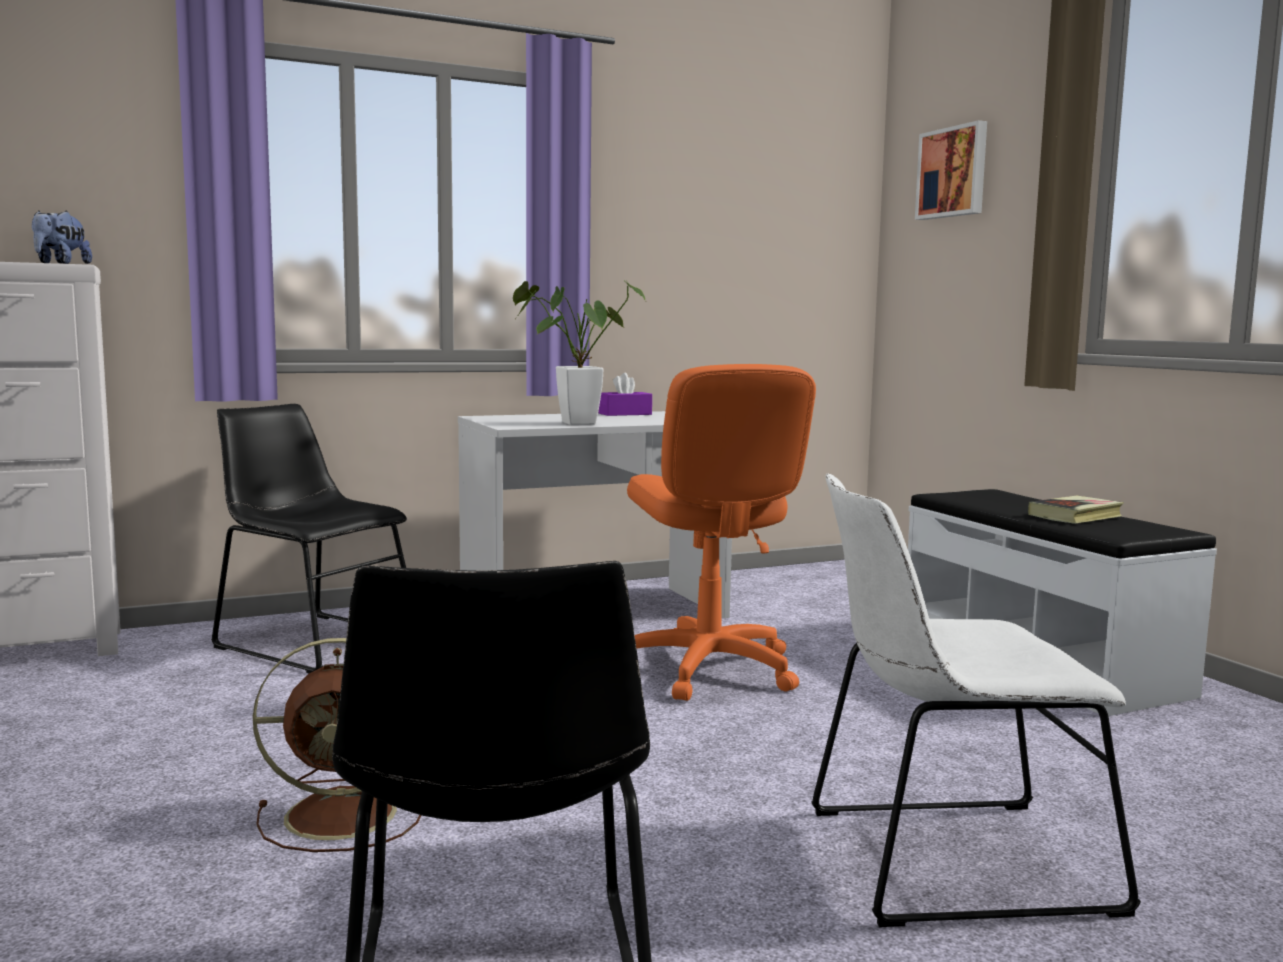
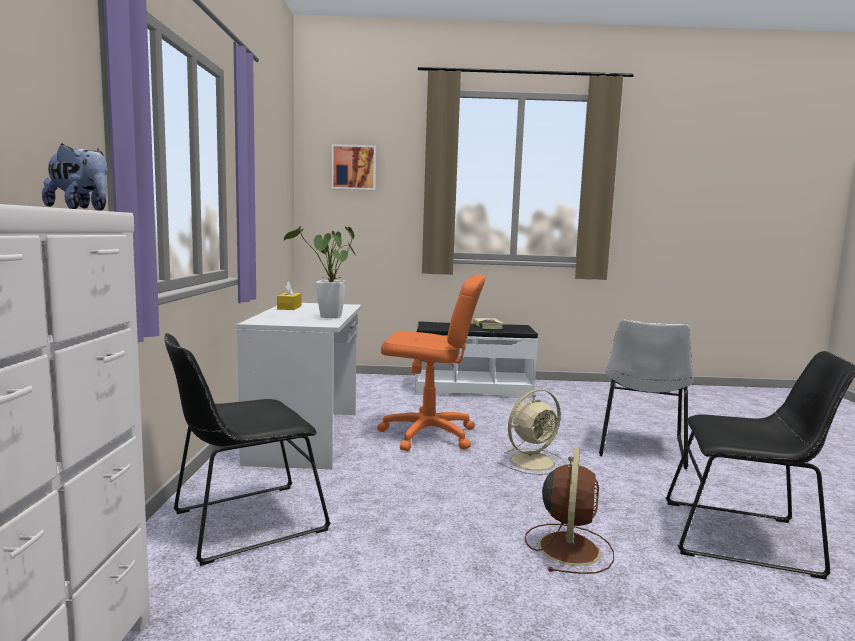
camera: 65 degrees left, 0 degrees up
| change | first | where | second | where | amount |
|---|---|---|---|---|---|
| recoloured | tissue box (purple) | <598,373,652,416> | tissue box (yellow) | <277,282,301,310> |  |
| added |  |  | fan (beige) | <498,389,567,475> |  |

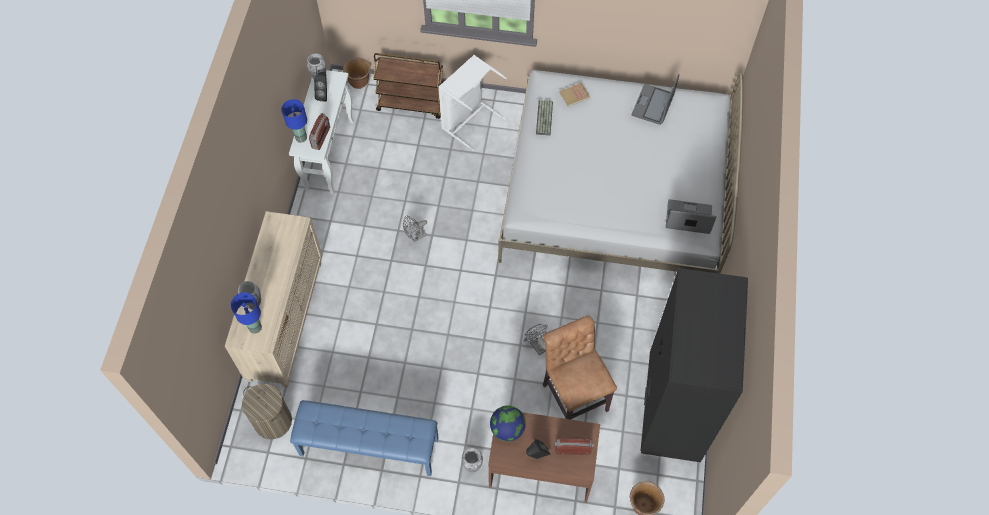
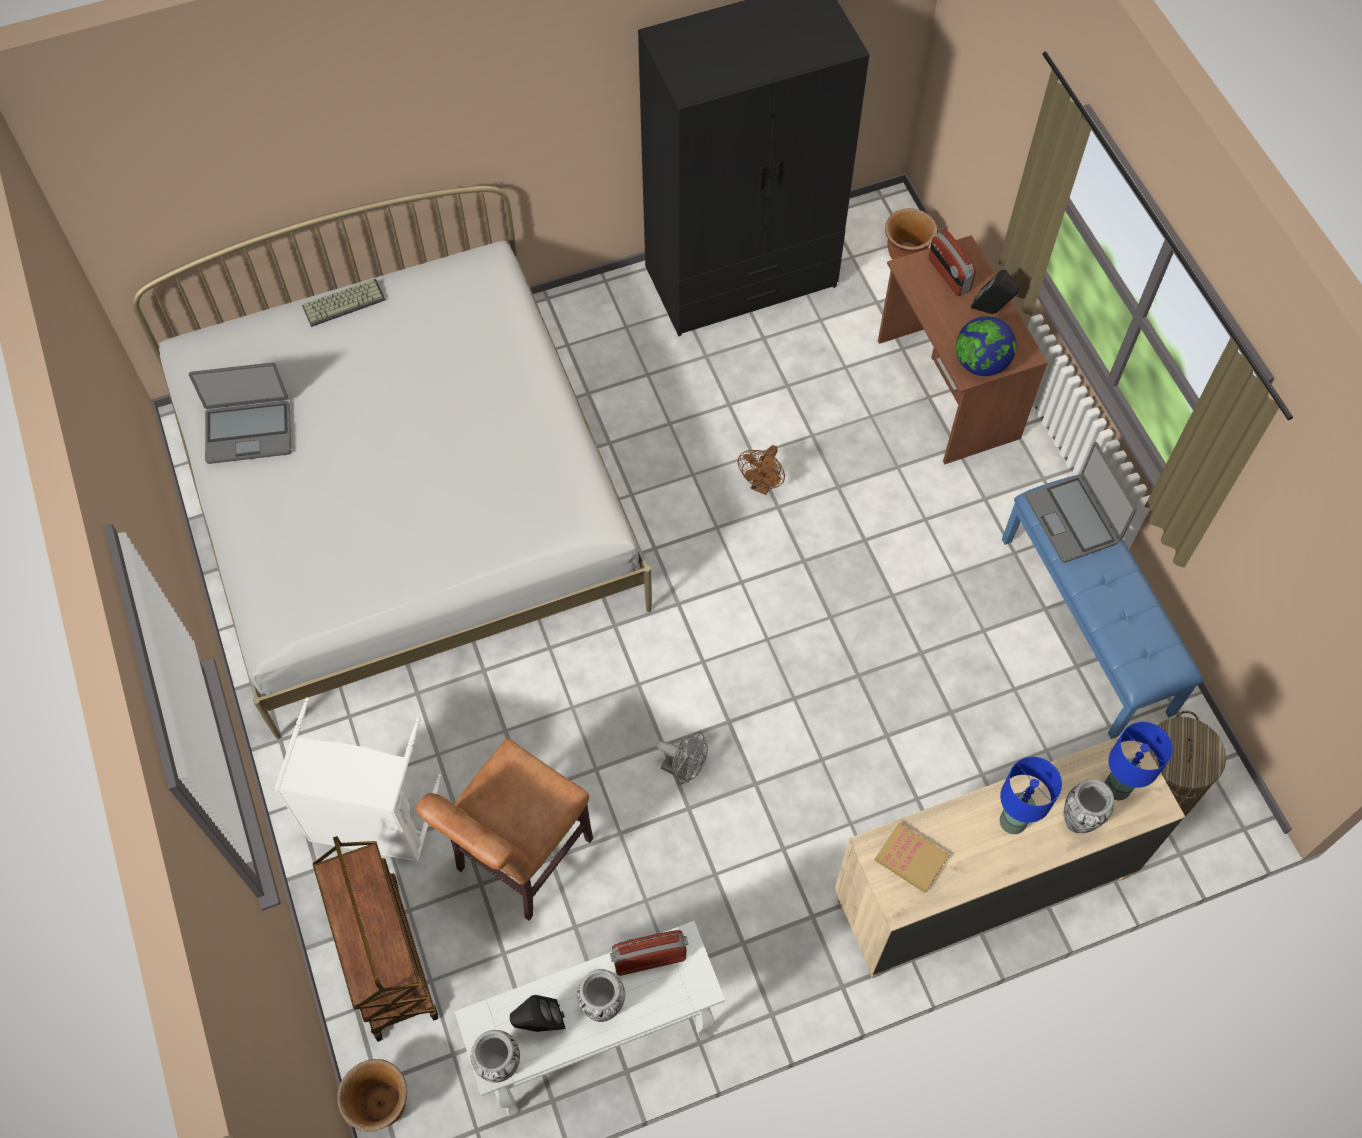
camera: 120 degrees left, 0 degrees up
| change | first | where | second | where | amount |
|---|---|---|---|---|---|
| moved | keyboard | <536,100,553,135> |  | <302,279,386,327> |  |
| moved | chair (brown) | <543,316,617,420> |  | <416,738,593,921> |  |
| moved | vase | <462,448,483,472> |  | <577,969,625,1022> |  |
| recoloured | fan (grey) | <524,324,548,355> | fan (brown) | <738,445,785,495> |  |
| moved | book | <559,83,590,107> |  | <875,823,949,893> |  |
| moved | table lamp (blue) | <282,99,307,143> |  | <1000,757,1062,834> |  |
| moved | laptop | <666,199,716,234> |  | <1025,442,1137,563> |  |

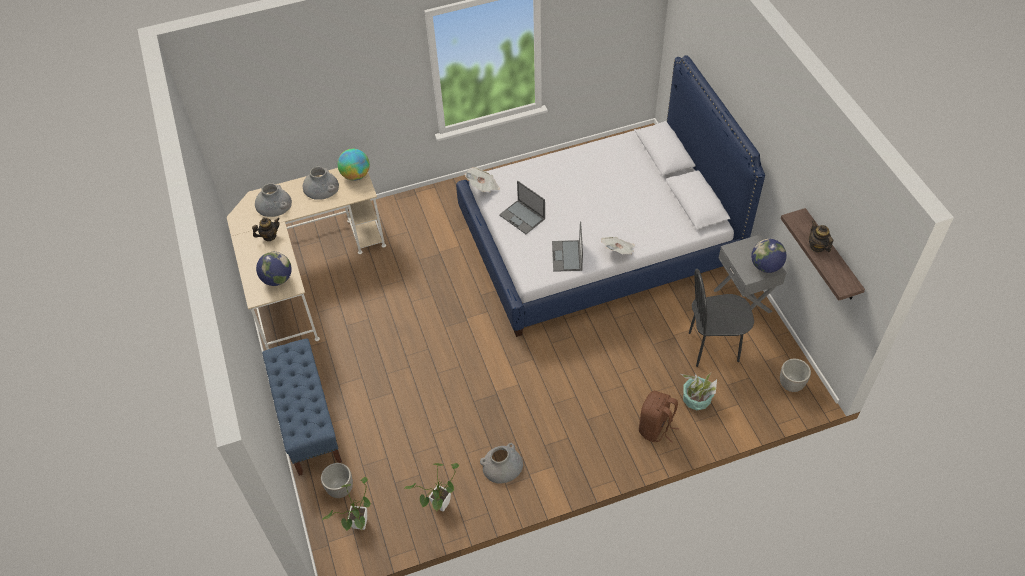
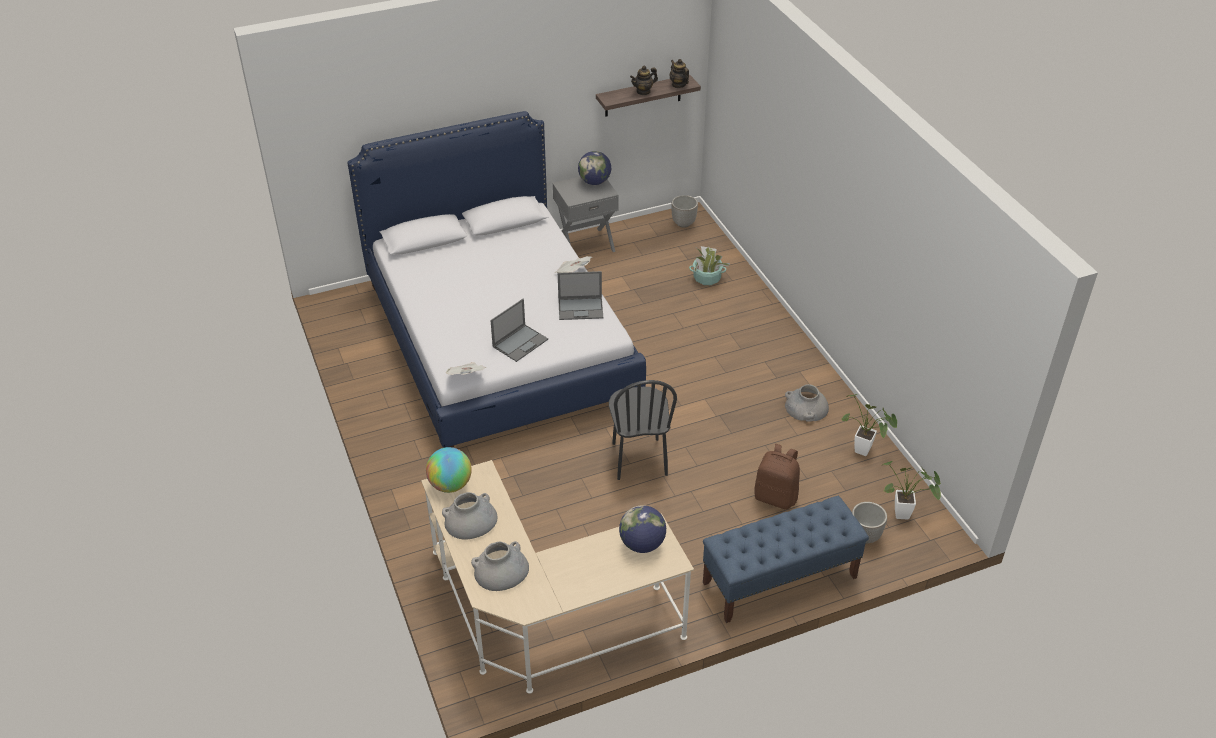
camera: 95 degrees left, 10 degrees down
| change | first | where | second | where | amount |
|---|---|---|---|---|---|
| moved | chair (black) | <689,269,754,367> |  | <609,380,677,480> |  |
| moved | teapot | <252,218,280,241> |  | <670,59,689,88> |  |
| moved | backpack (brown) | <639,391,679,443> |  | <754,444,800,510> |  |

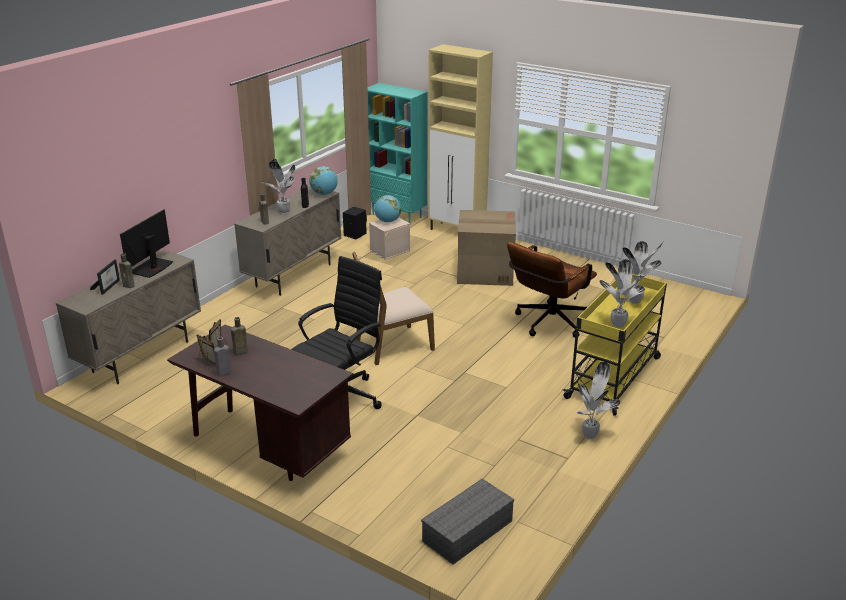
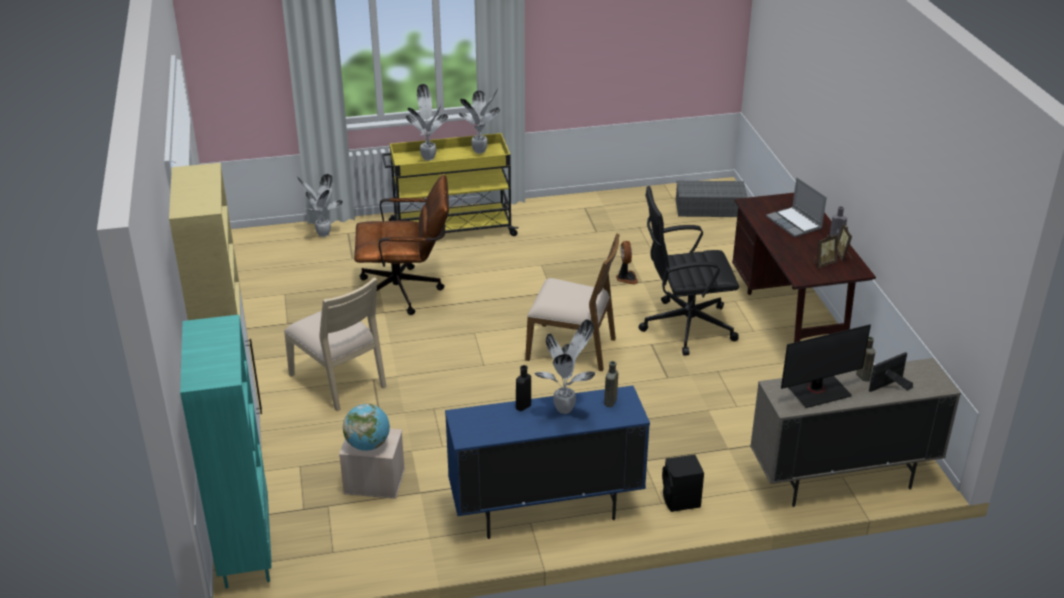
camera: 135 degrees left, 5 degrees up
| change | first | where | second | where | amount |
|---|---|---|---|---|---|
| replaced | cardboard box | <457,210,516,286> | chair (beige) | <284,278,386,411> |  |
| moved | potted plant | <577,362,620,439> |  | <297,174,343,237> |  |
| recoloured | cabinet (beige) | <234,186,341,296> | cabinet (blue) | <445,386,650,539> |  |
| added |  |  | fan | <616,241,638,284> |  |
| moved | speaker (black) | <343,207,367,240> |  | <662,455,704,512> |  |
| added |  |  | laptop | <766,177,827,237> |  |
| removed | bottle (brown) | <231,317,248,355> |  |  |  |
| removed | globe | <309,166,338,195> |  |  |  |

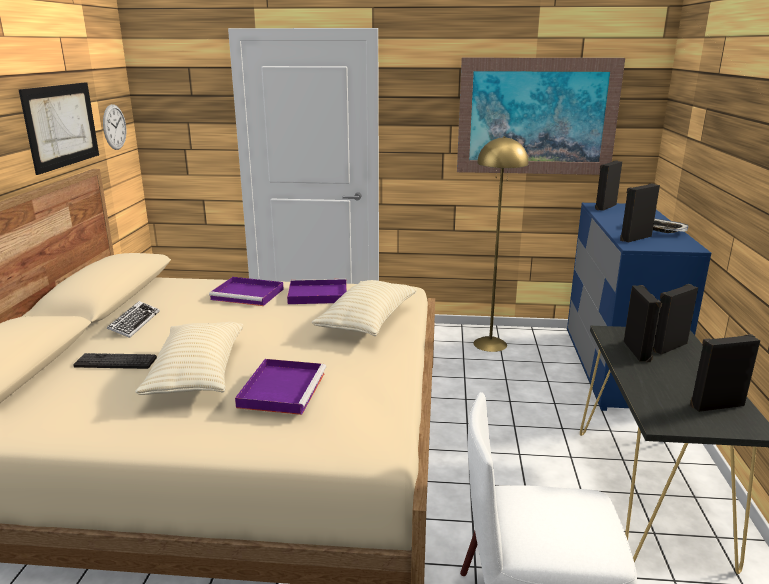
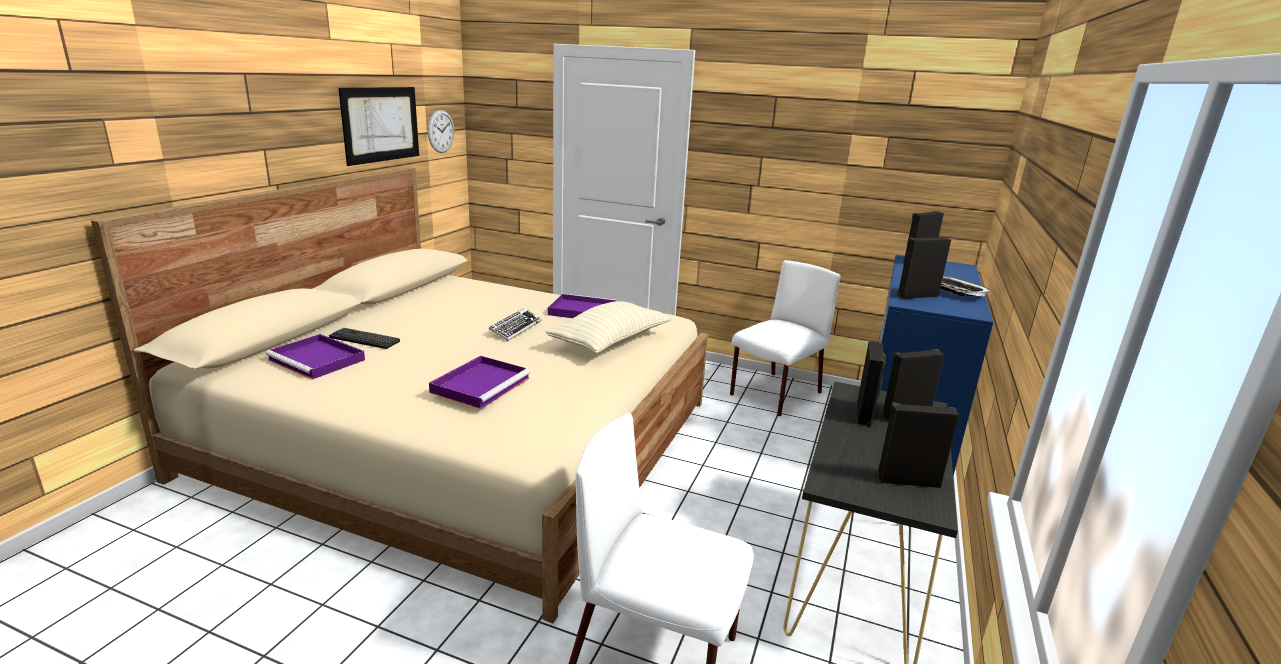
camera: 15 degrees right, 0 degrees up
| change | first | where | second | where | amount |
|---|---|---|---|---|---|
| moved | tray (purple) | <209,277,284,306> |  | <265,334,365,380> |  |
| moved | keyboard | <107,301,160,338> |  | <489,308,542,341> |  |
| replaced | floor lamp (yellow) | <474,136,528,352> | chair (white) | <730,260,841,417> |  |
| removed | pillow (beige) | <135,322,243,395> |  |  |  |
| removed | picture | <457,58,625,175> |  |  |  |

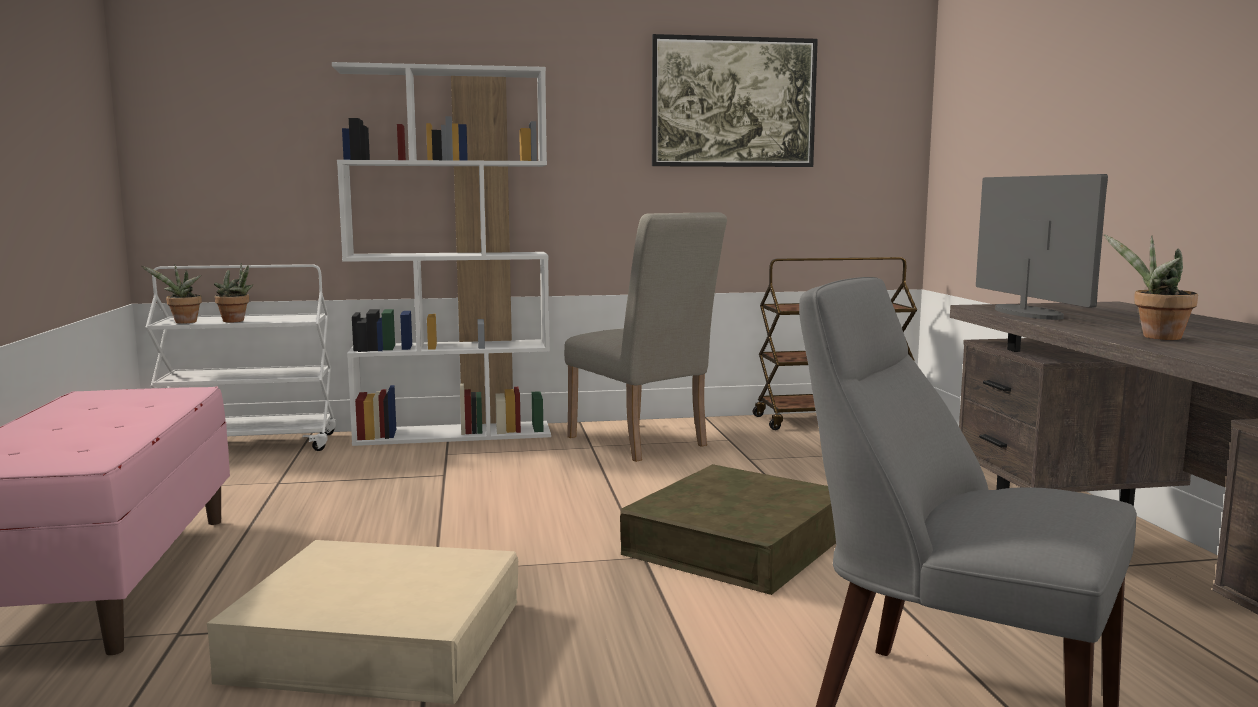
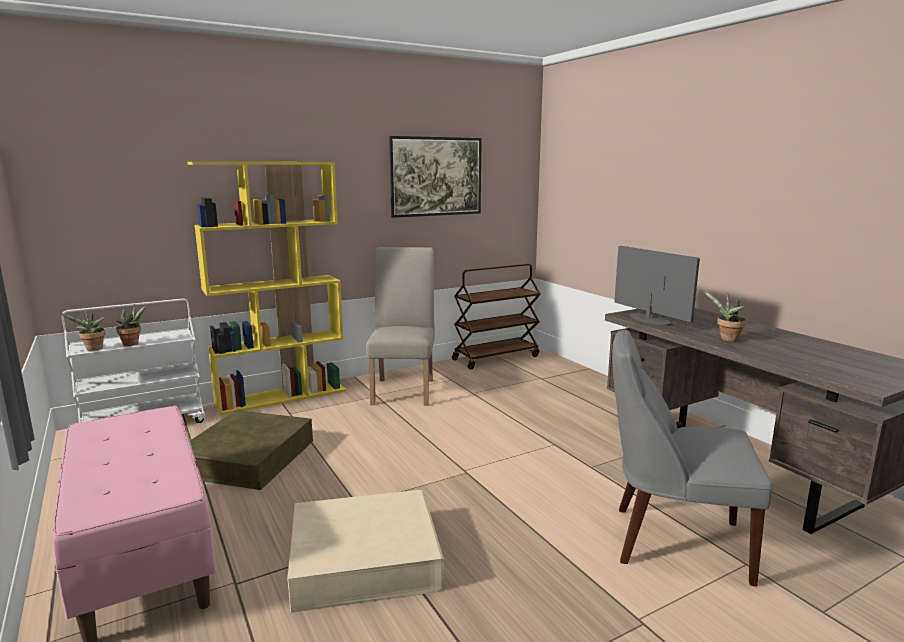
camera: 20 degrees left, 5 degrees up
| change | first | where | second | where | amount |
|---|---|---|---|---|---|
| recoloured | bookcase (white) | <332,62,551,446> | bookcase (yellow) | <187,162,346,415> |  |
| moved | storage box (brown) | <620,464,836,595> |  | <190,410,313,490> |  |
| turned | chair (beige) | <564,212,727,462> |  | <366,247,435,406> | 120 degrees counterclockwise |

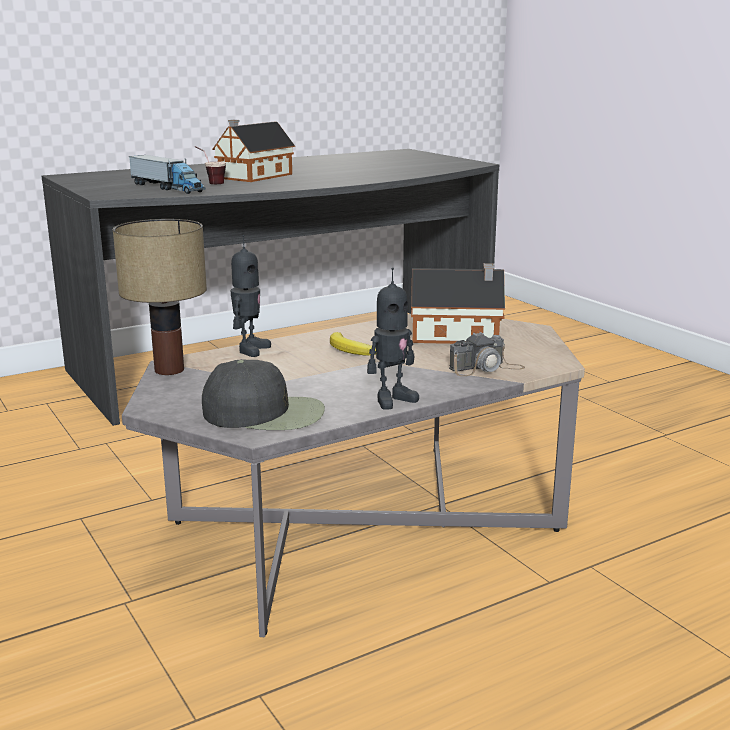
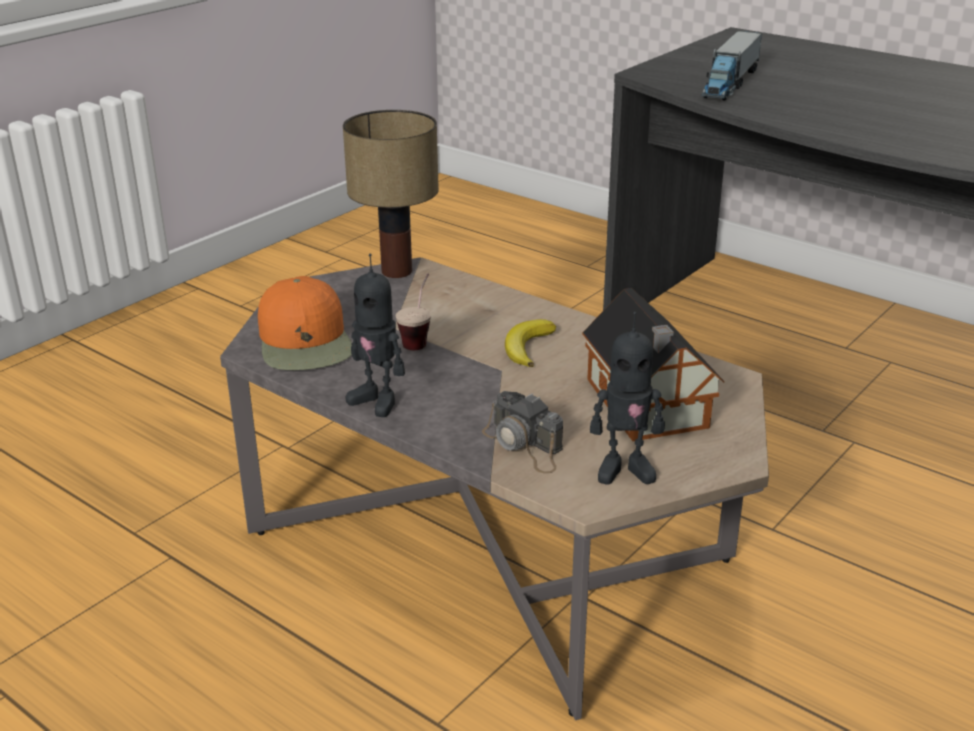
camera: 70 degrees right, 10 degrees up
| change | first | where | second | where | amount |
|---|---|---|---|---|---|
| recoloured | cap (black) | <202,359,325,430> | cap (orange) | <258,276,352,370> |  |
| moved | cup | <195,146,226,184> |  | <396,273,431,350> |  |
| moved | toy robot | <231,235,271,357> |  | <590,312,665,485> |  |
| removed | toy house | <212,120,295,182> |  |  |  |

